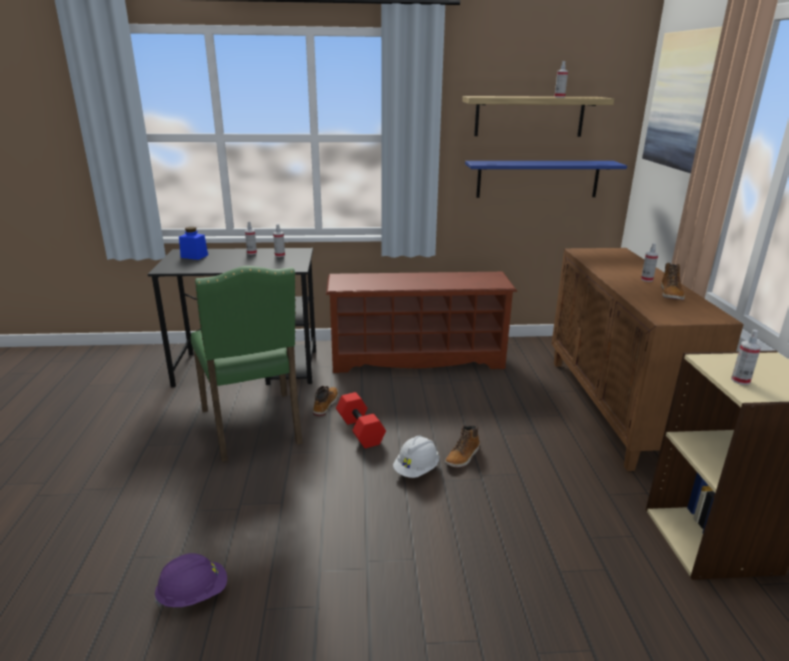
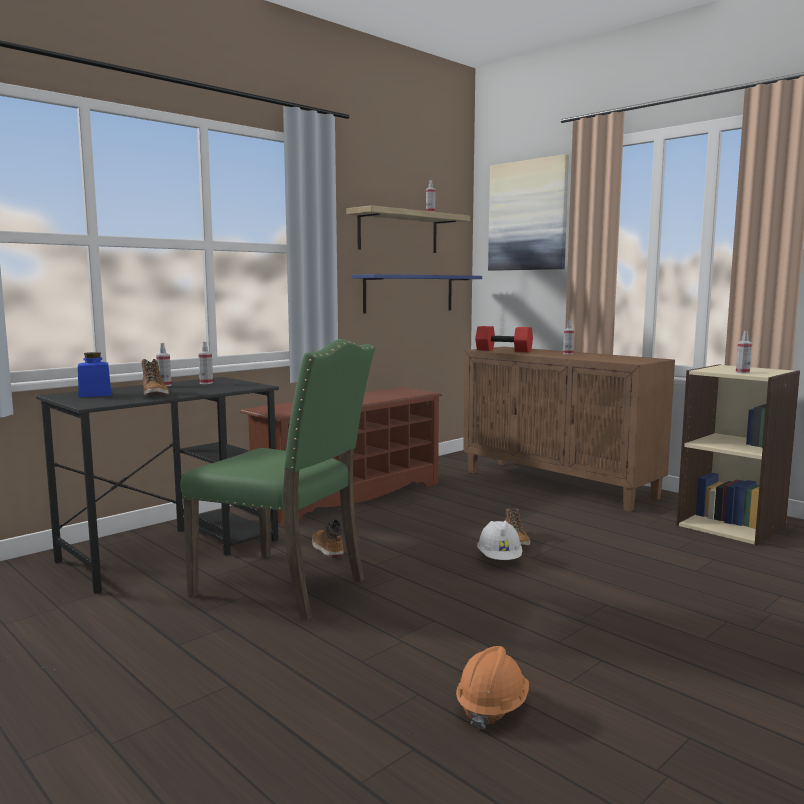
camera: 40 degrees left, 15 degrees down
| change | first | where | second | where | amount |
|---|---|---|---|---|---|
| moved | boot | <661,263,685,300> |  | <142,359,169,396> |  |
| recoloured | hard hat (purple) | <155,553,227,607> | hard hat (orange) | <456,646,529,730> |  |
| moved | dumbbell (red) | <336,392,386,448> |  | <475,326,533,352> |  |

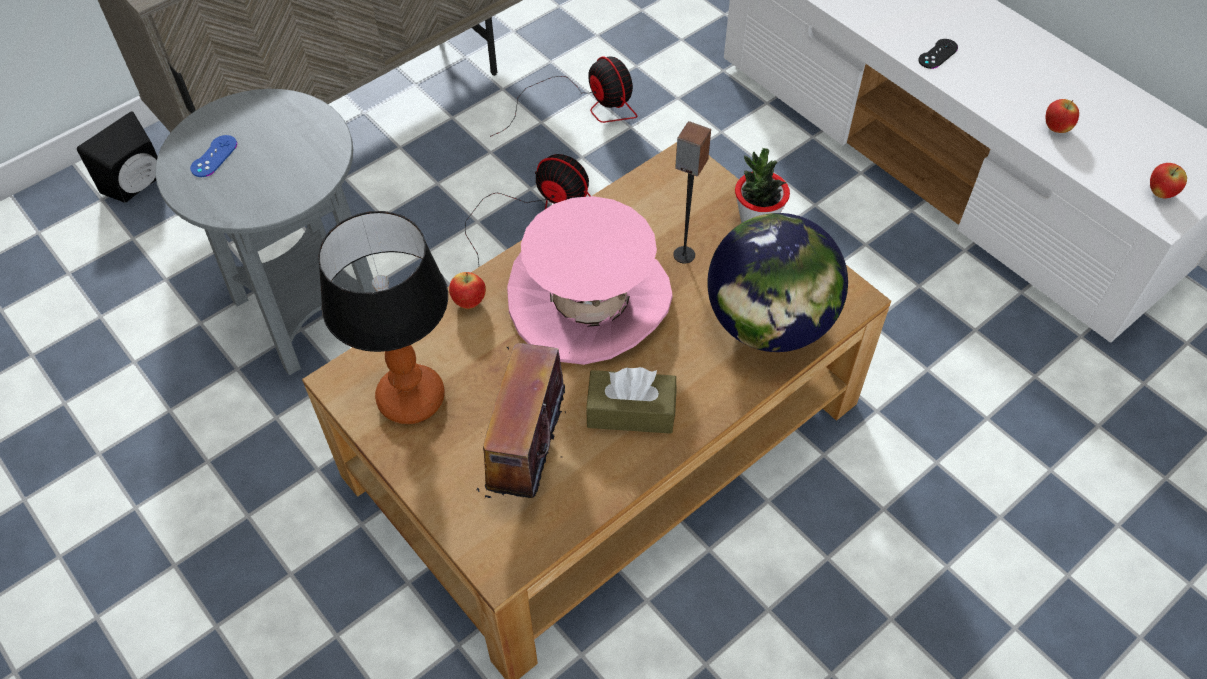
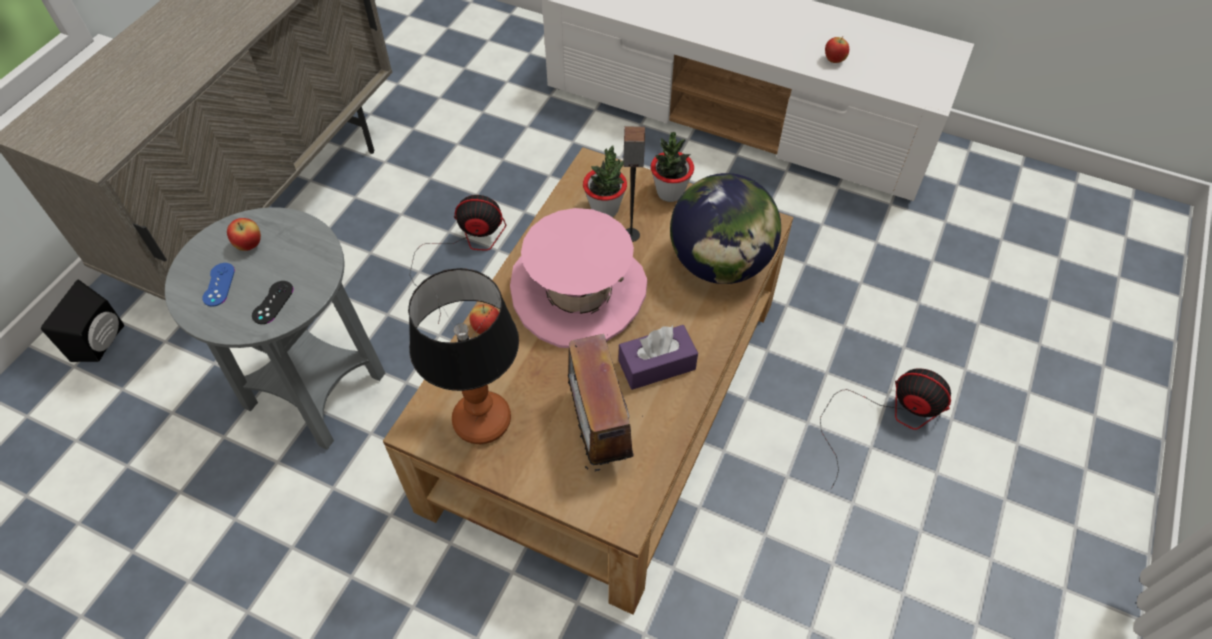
camera: 25 degrees left, 0 degrees up
| change | first | where | second | where | amount |
|---|---|---|---|---|---|
| moved | apple | <1150,163,1187,198> |  | <227,218,261,251> |  |
| moved | game controller (black) | <918,39,958,69> |  | <252,281,293,324> |  |
| added |  |  | potted plant | <583,145,627,217> |  |
| recoloured | tissue box (brown) | <586,367,676,434> | tissue box (purple) | <619,325,698,390> |  |
| moved | fan | <490,56,637,137> |  | <820,368,951,490> |  |

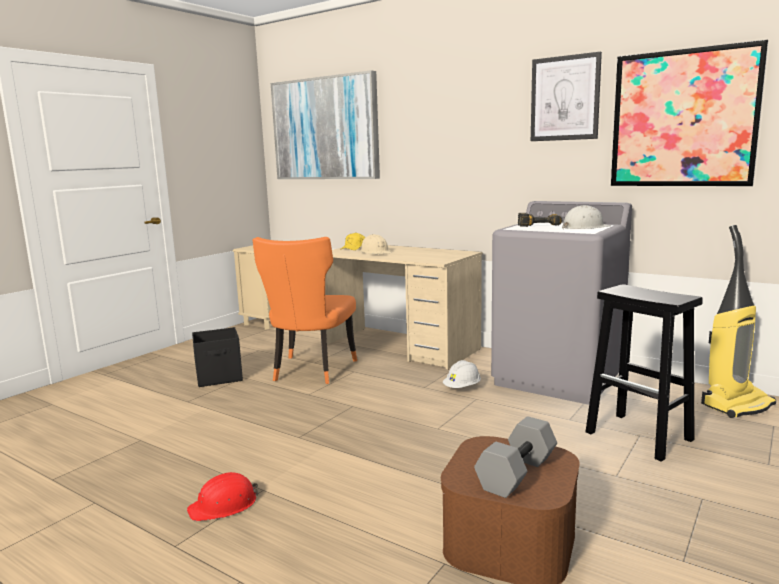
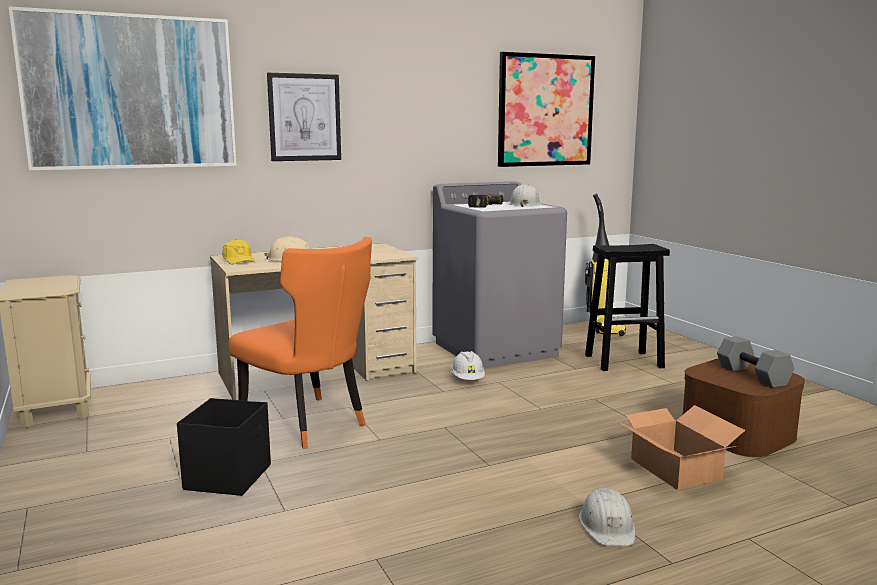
camera: 60 degrees left, 0 degrees up
| change | first | where | second | where | amount |
|---|---|---|---|---|---|
| moved | picture | <531,52,602,141> |  | <267,73,341,161> |  |
| recoloured | hard hat (red) | <187,472,258,521> | hard hat (white) | <579,488,636,546> |  |
| added |  |  | cardboard box | <616,405,745,490> |  |

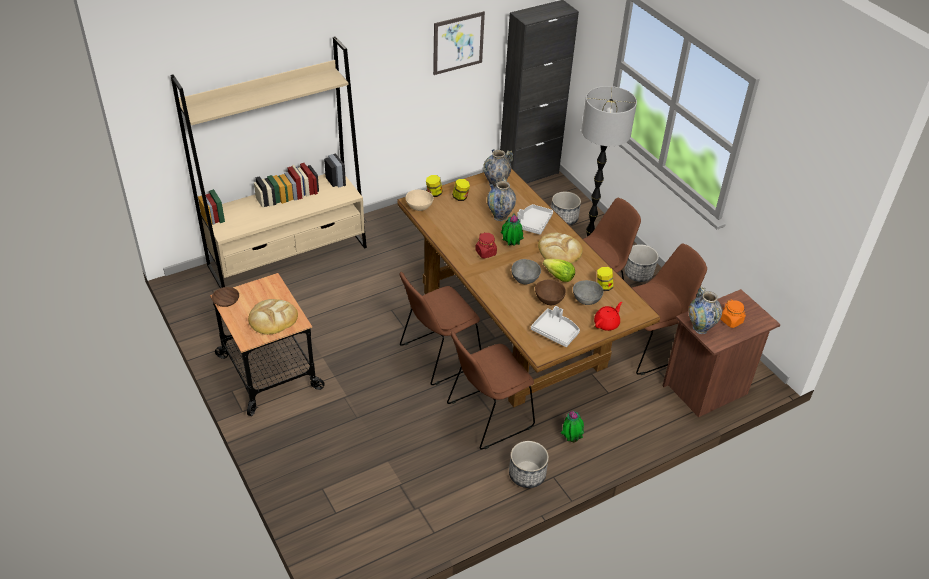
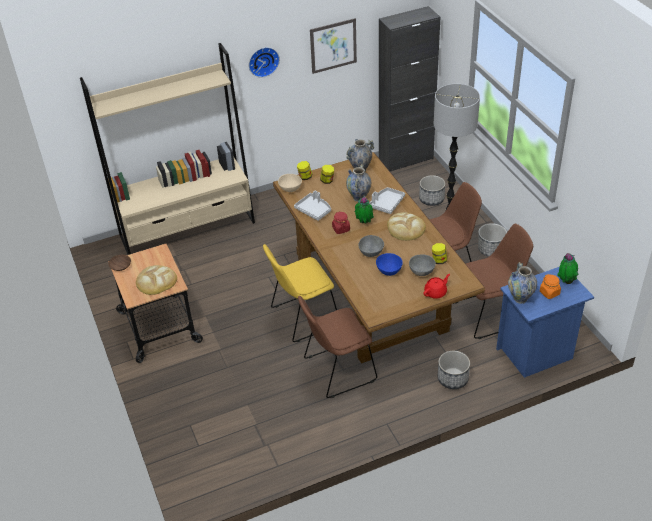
camera: 10 degrees right, 0 degrees up
| change | first | where | second | where | amount |
|---|---|---|---|---|---|
| added |  |  | wall clock | <249,47,280,77> |  |
| recoloured | chair (brown) | <400,272,481,385> | chair (yellow) | <263,244,337,342> |  |
| moved | tray (grey) | <531,306,580,347> |  | <294,191,331,221> |  |
| recoloured | bowl (brown) | <535,279,566,305> | bowl (blue) | <376,253,403,276> |  |
| moved | planter | <509,441,549,488> |  | <438,351,470,389> |  |
| recoloured | nightstand (brown) | <663,289,781,417> | nightstand (blue) | <496,267,594,378> |  |
| moved | potted plant | <561,411,585,442> |  | <557,253,578,284> |  |
| removed | lettuce | <543,259,575,282> |  |  |  |

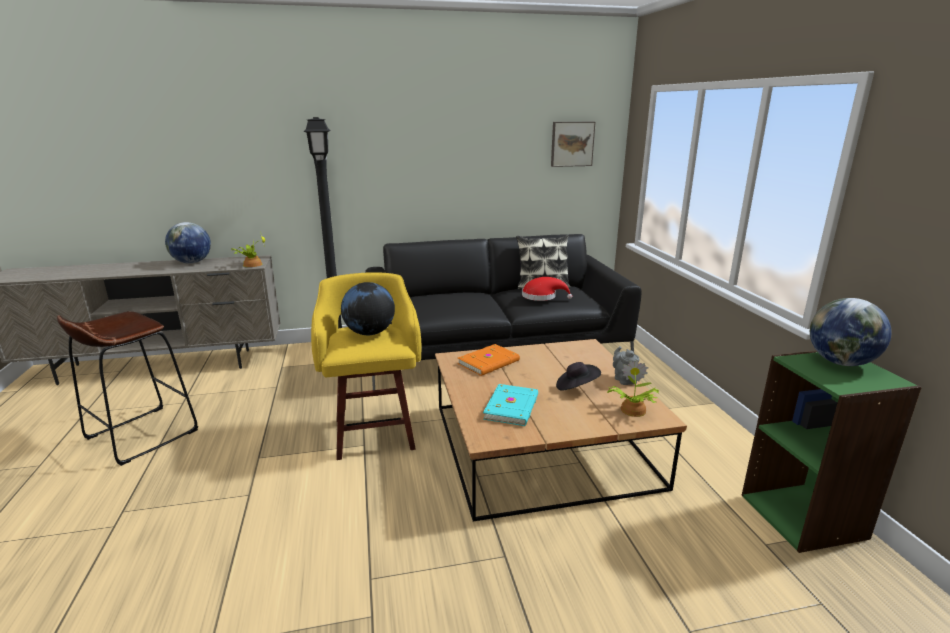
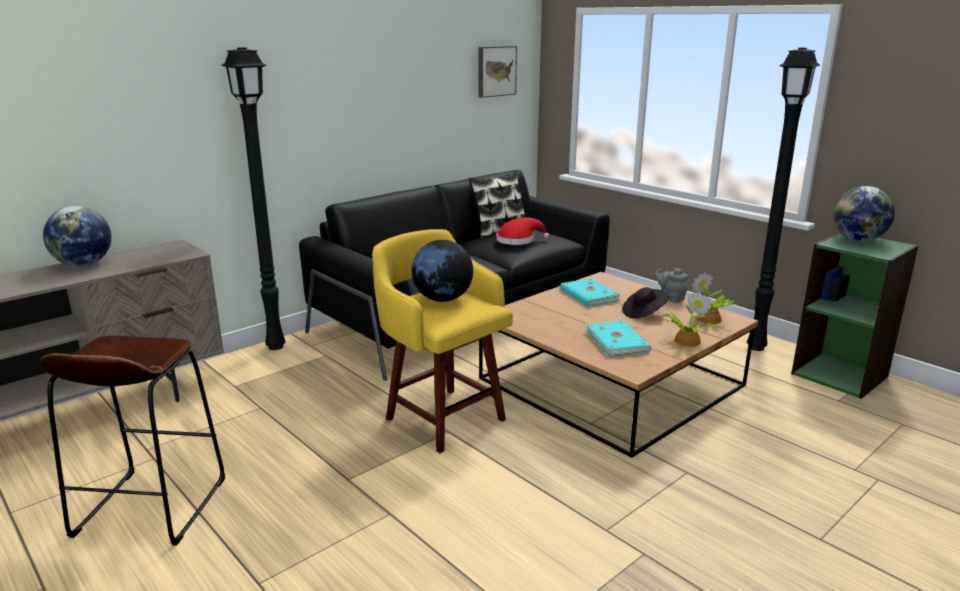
camera: 30 degrees left, 0 degrees up
| change | first | where | second | where | amount |
|---|---|---|---|---|---|
| added |  |  | book (turquoise) | <560,278,620,307> |  |
| moved | potted plant | <231,233,265,267> |  | <661,292,716,347> |  |
| added |  |  | floor lamp (black) | <747,48,820,351> |  |
| removed | book (orange) | <458,344,520,376> |  |  |  |

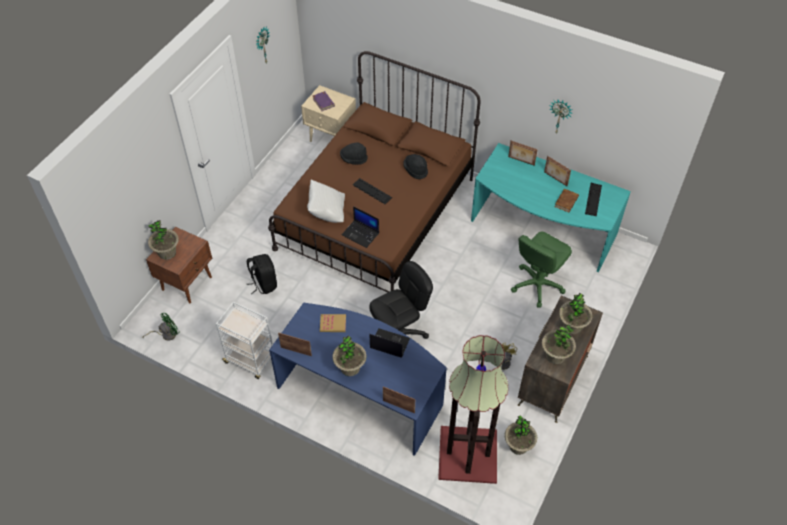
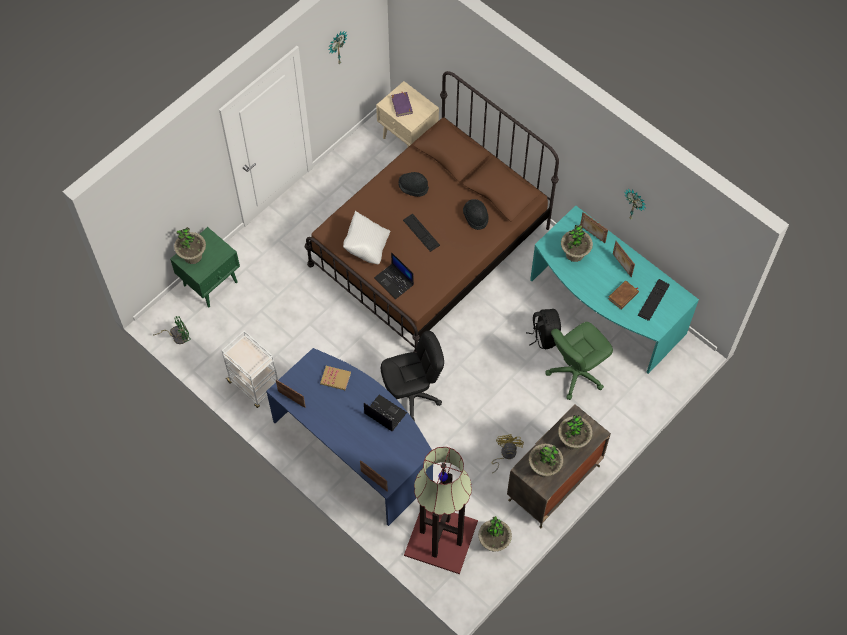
camera: 15 degrees right, 10 degrees up
| change | first | where | second | where | amount |
|---|---|---|---|---|---|
| recoloured | nightstand (brown) | <146,227,212,304> | nightstand (green) | <170,227,240,308> |  |
| moved | backpack (black) | <247,254,277,294> |  | <526,309,561,349> |  |
| moved | potted plant | <332,335,367,376> |  | <561,224,593,262> |  |

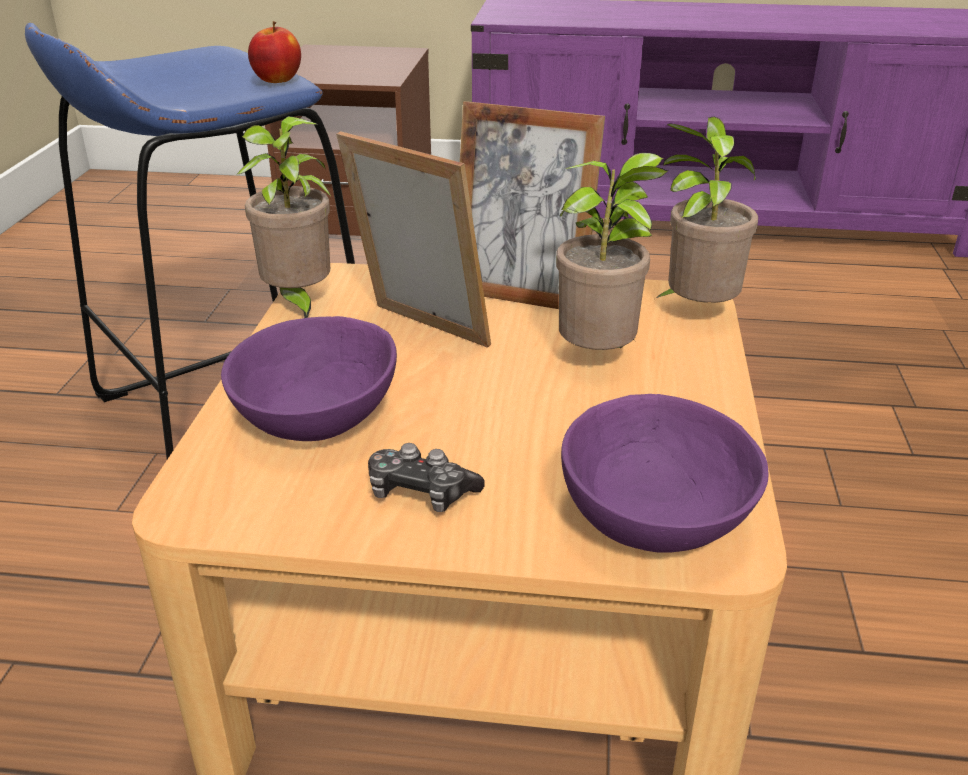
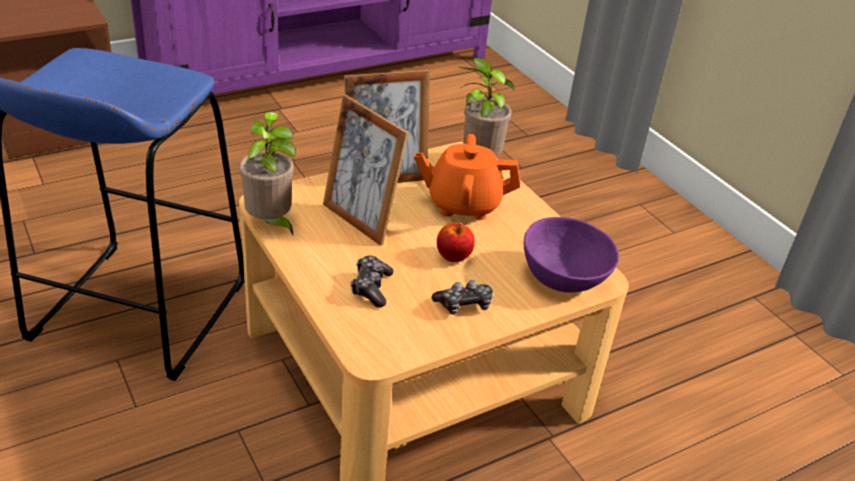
camera: 40 degrees left, 5 degrees up
| change | first | where | second | where | amount |
|---|---|---|---|---|---|
| turned | picture frame | <336,131,491,348> |  | <323,95,409,246> | 135 degrees counterclockwise |
| replaced | bowl (purple) | <221,316,397,441> | game controller | <351,256,393,307> |  |
| replaced | potted plant | <556,153,668,350> | teapot (orange) | <414,134,521,220> |  |
| moved | apple | <248,21,301,83> |  | <437,223,475,262> |  |

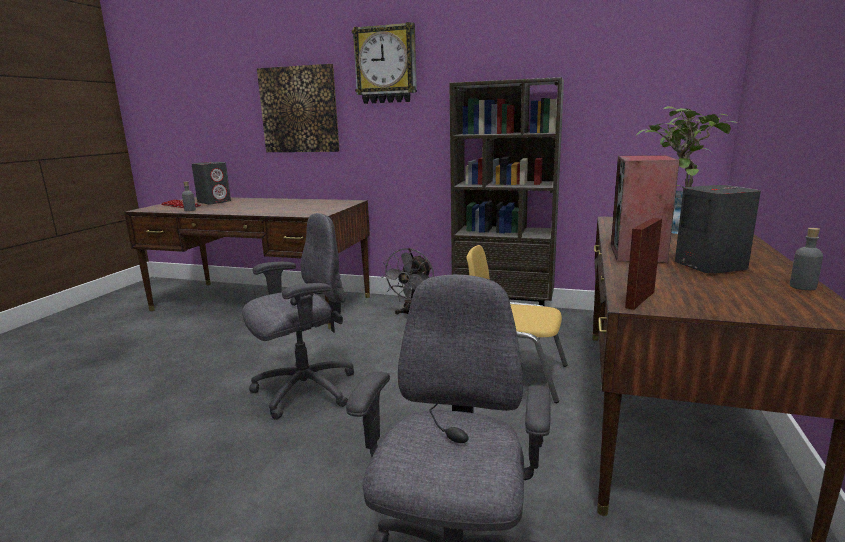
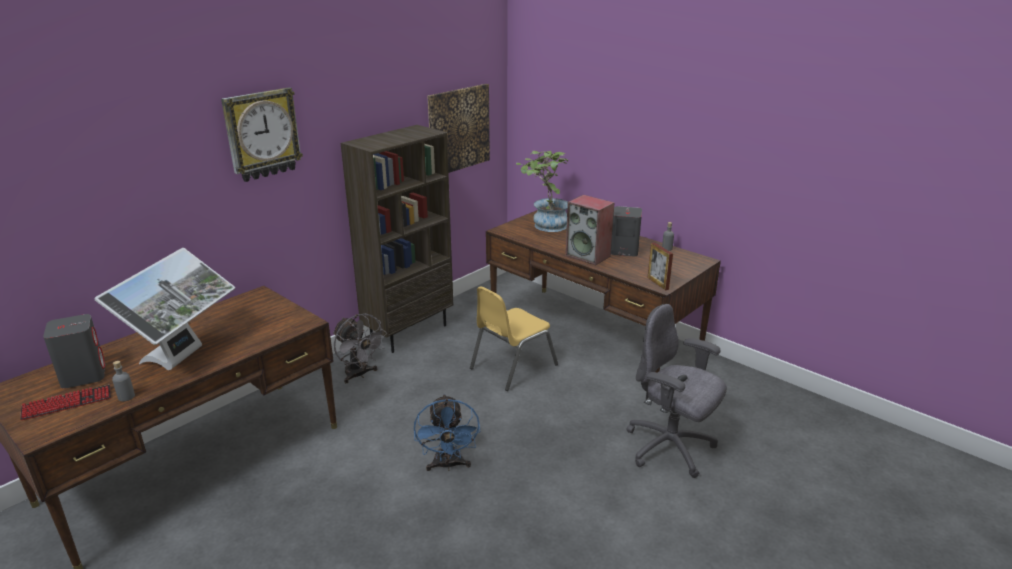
camera: 65 degrees left, 10 degrees up
| change | first | where | second | where | amount |
|---|---|---|---|---|---|
| added |  |  | monitor | <95,248,235,370> |  |
| replaced | office chair (grey) | <242,213,354,420> | fan (blue) | <414,394,480,471> |  |
| moved | picture | <257,64,340,152> |  | <427,84,490,173> |  |

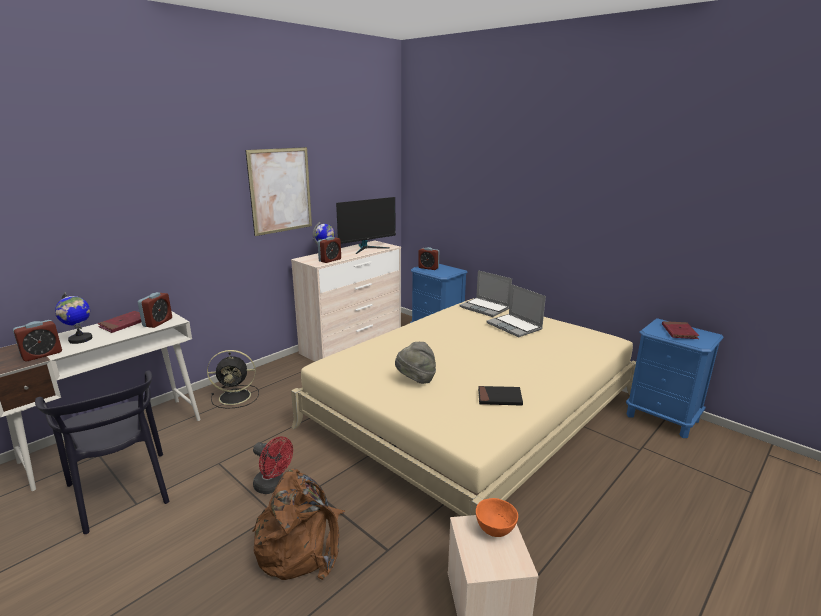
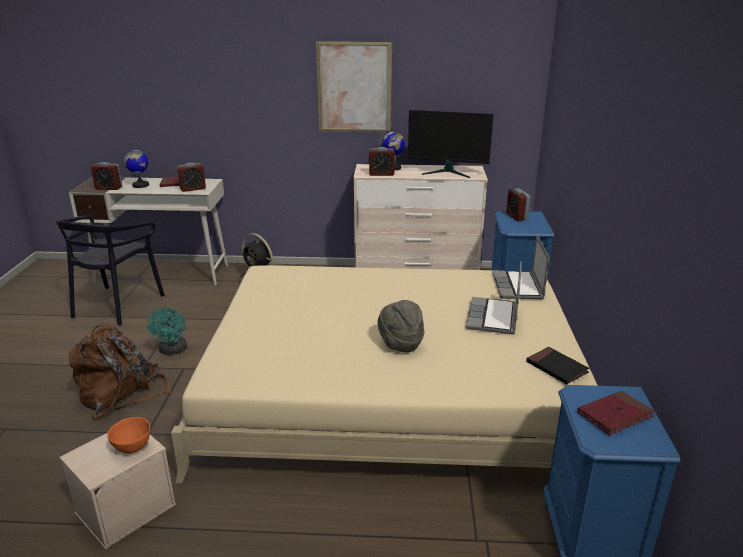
camera: 50 degrees right, 5 degrees up
| change | first | where | second | where | amount |
|---|---|---|---|---|---|
| recoloured | fan (red) | <253,436,293,494> | fan (turquoise) | <147,308,187,355> |  |
| moved | hat (grey) | <395,342,436,384> |  | <377,300,424,353> |  |
| moved | book (black) | <478,386,523,406> |  | <526,347,589,384> |  |

